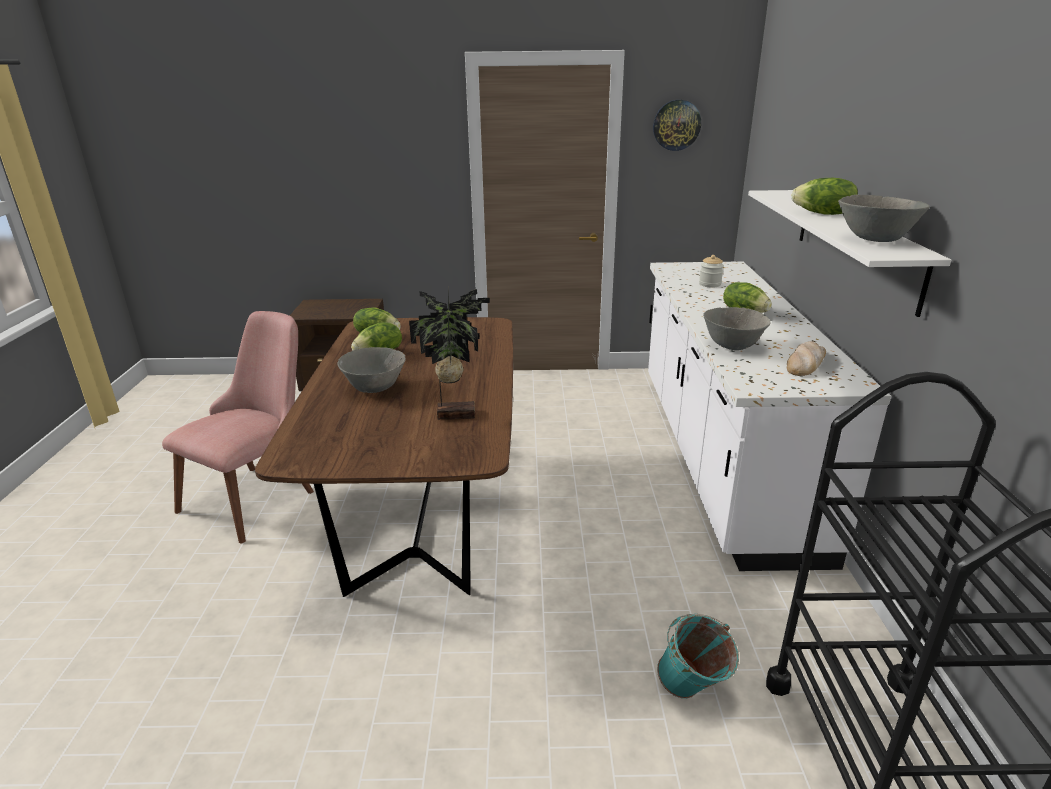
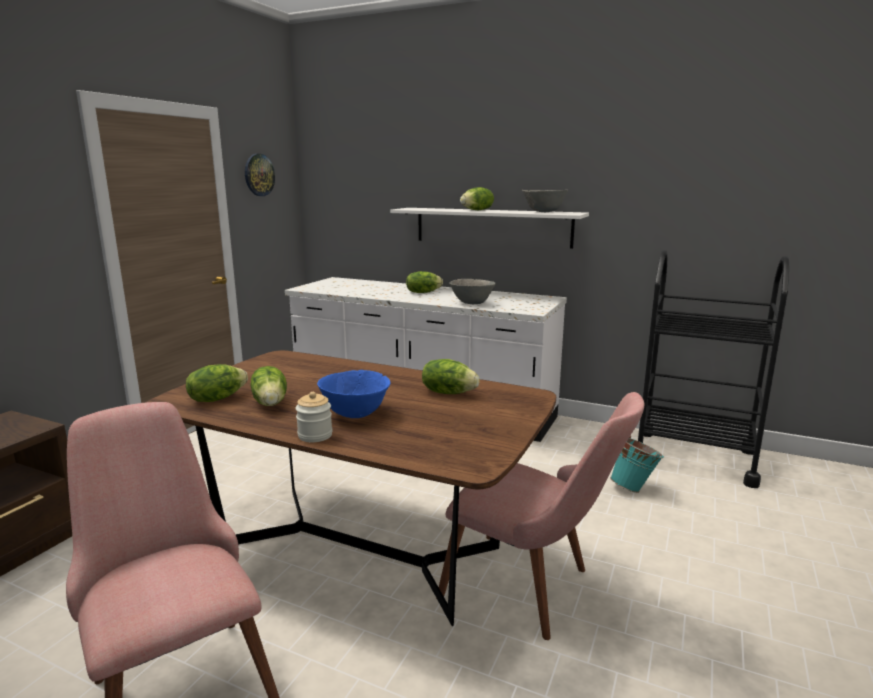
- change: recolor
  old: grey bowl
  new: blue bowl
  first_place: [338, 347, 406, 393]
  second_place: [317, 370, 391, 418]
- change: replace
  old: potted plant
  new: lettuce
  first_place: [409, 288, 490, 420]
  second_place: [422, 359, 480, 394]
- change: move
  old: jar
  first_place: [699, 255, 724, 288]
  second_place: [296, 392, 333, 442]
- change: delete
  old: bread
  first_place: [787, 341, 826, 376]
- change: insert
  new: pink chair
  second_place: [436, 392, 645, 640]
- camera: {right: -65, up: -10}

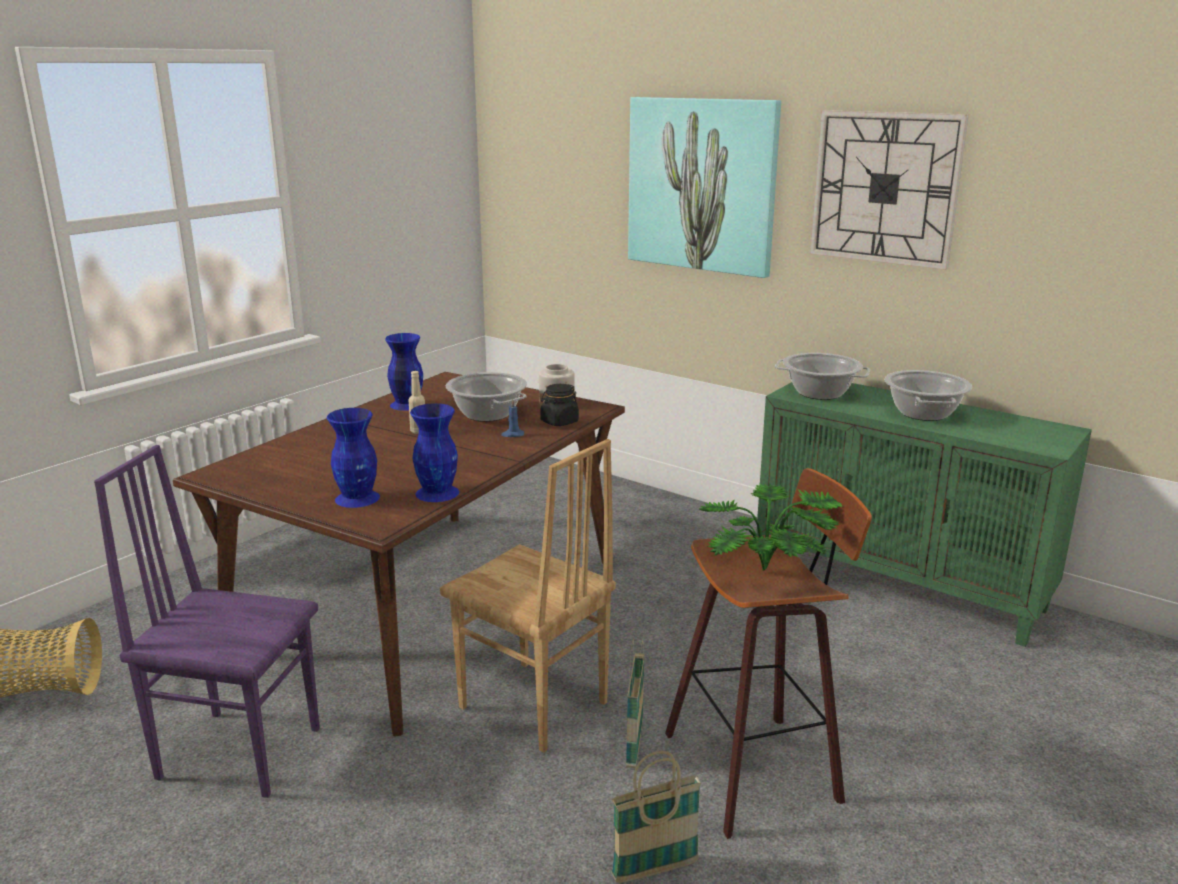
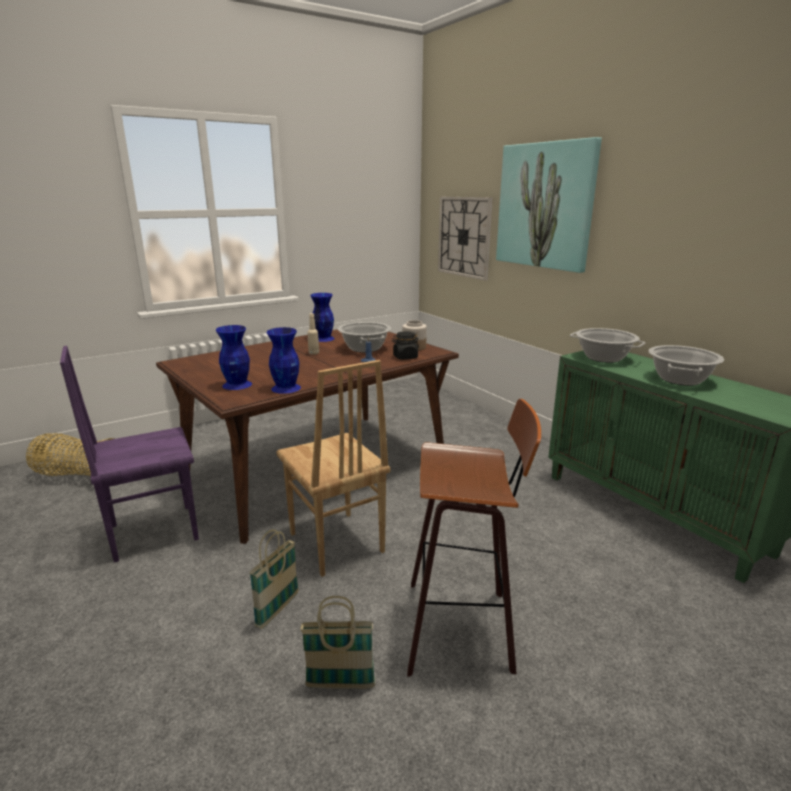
- change: rotate
  old: purple chair
  first_place: [94, 445, 320, 798]
  second_place: [60, 346, 199, 563]
  degrees: -60
- change: move
  old: basket
  first_place: [626, 640, 645, 768]
  second_place: [249, 529, 299, 629]
- change: delete
  old: potted plant
  first_place: [699, 484, 842, 570]
- change: move
  old: wall clock
  first_place: [810, 110, 969, 270]
  second_place: [438, 197, 493, 281]
- camera: {right: 20, up: 0}

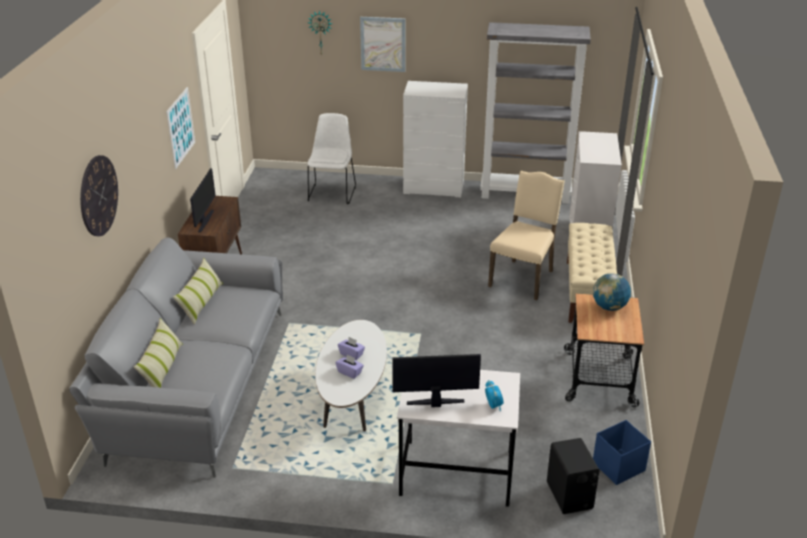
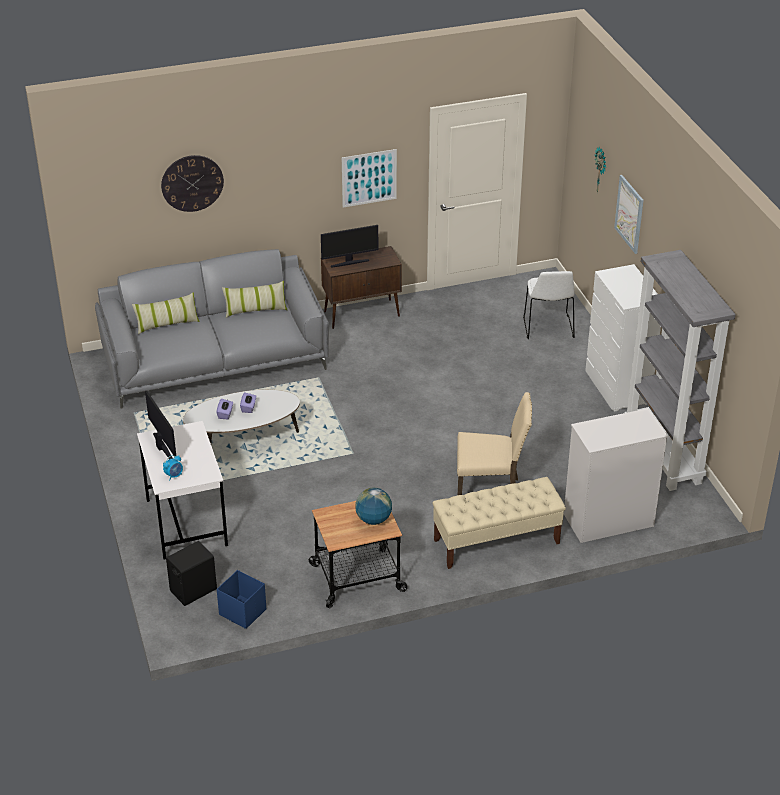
- change: rotate
  old: white chair
  first_place: [308, 113, 356, 204]
  second_place: [523, 271, 575, 339]
  degrees: 105
- camera: {right: 65, up: 5}

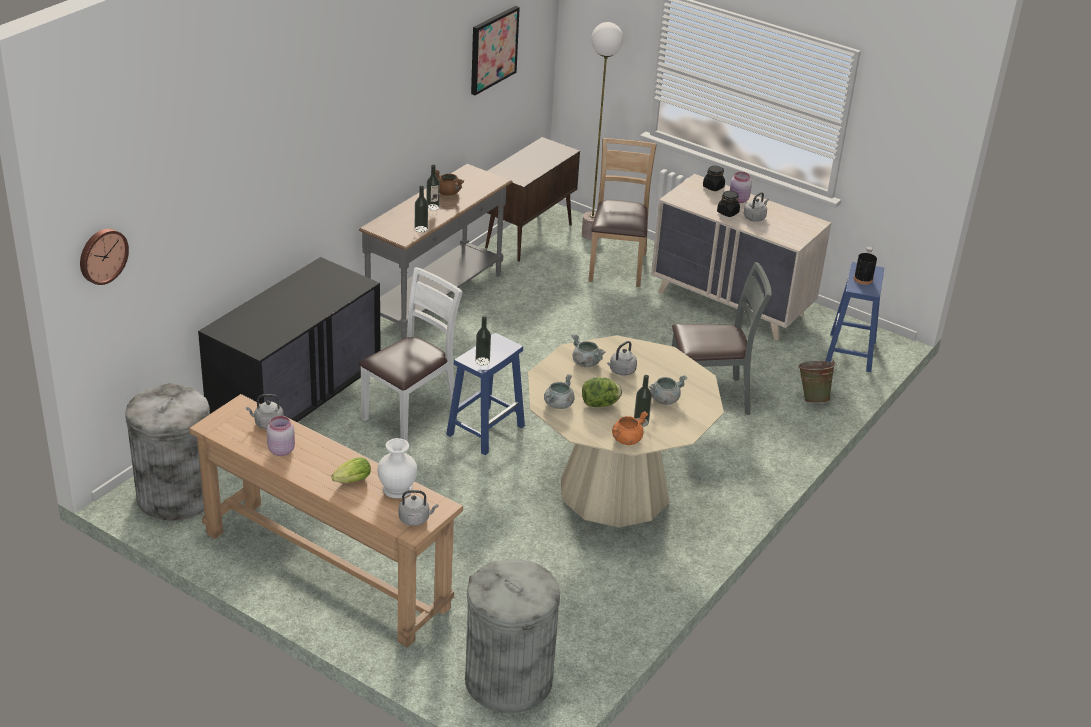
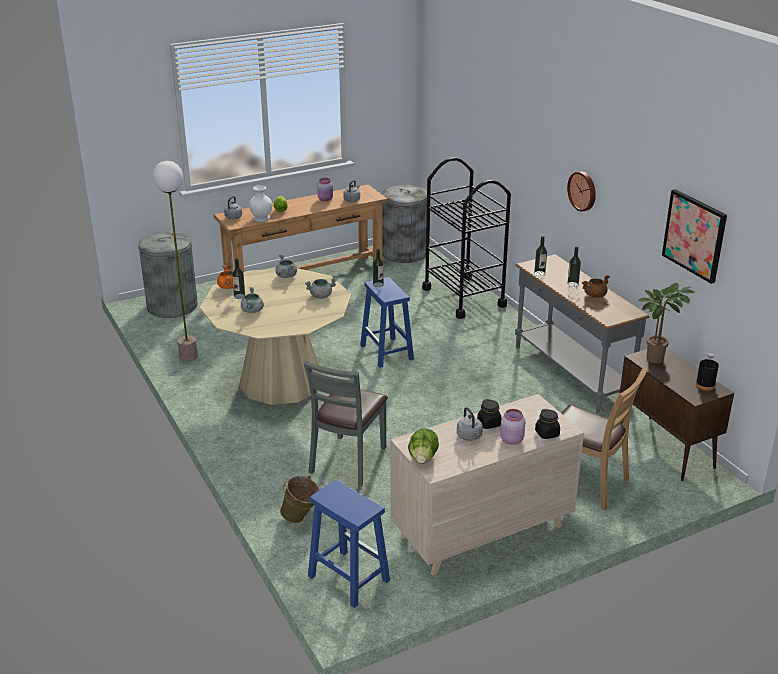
- change: move
  old: wall clock
  first_place: [80, 229, 129, 285]
  second_place: [567, 171, 596, 212]
- change: replace
  old: black dresser
  new: black cart
  first_place: [198, 257, 381, 422]
  second_place: [422, 158, 511, 319]
- change: delete
  old: white chair
  first_place: [359, 267, 463, 442]
- change: move
  old: floor lamp
  first_place: [582, 22, 623, 240]
  second_place: [153, 161, 198, 361]
- change: move
  old: lettuce
  first_place: [582, 377, 622, 407]
  second_place: [408, 428, 439, 464]
- change: delete
  old: grey kettle
  first_place: [607, 341, 637, 376]
- change: move
  old: black bottle
  first_place: [854, 247, 877, 285]
  second_place: [696, 353, 719, 391]
- change: insert
  new: potted plant
  second_place: [638, 283, 695, 363]
- camera: {right: 120, up: -5}

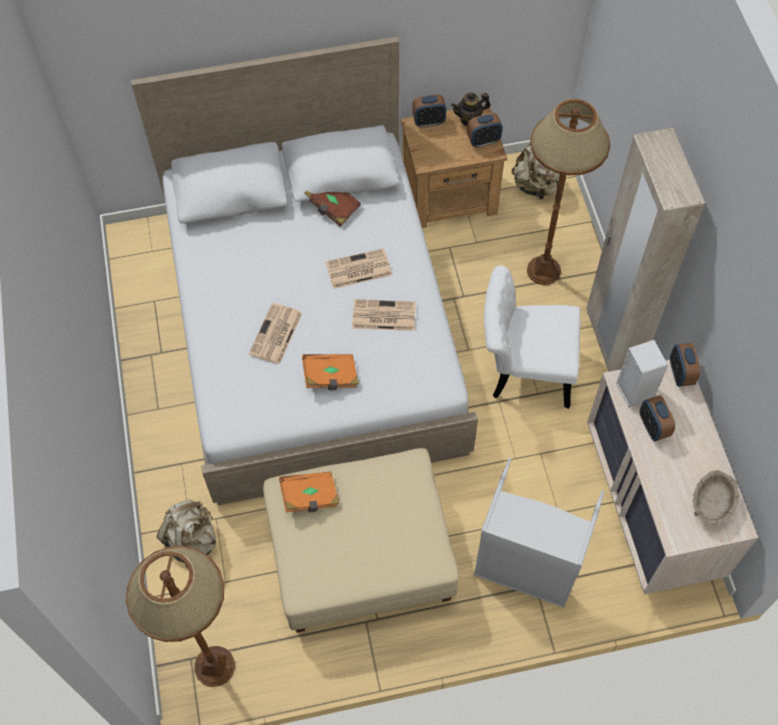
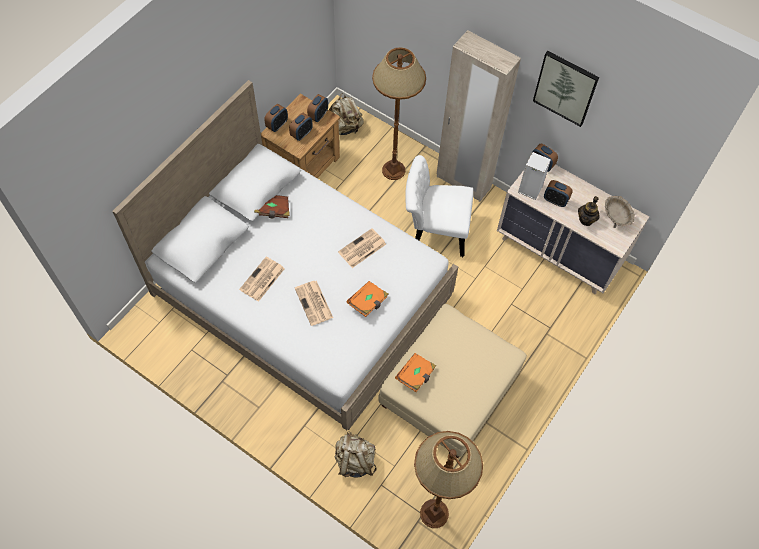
- change: move
  old: newspaper
  first_place: [326, 248, 392, 289]
  second_place: [239, 257, 285, 302]
- change: move
  old: teapot
  first_place: [451, 93, 491, 126]
  second_place: [578, 196, 600, 226]
- change: delete
  old: grey laundry basket
  first_place: [474, 458, 604, 608]
- change: rotate
  old: white chair
  first_place: [484, 265, 581, 409]
  second_place: [405, 155, 473, 257]
  degrees: 45
- change: insert
  new: alarm clock
  second_place: [289, 113, 313, 141]
- change: insert
  new: picture
  second_place: [533, 51, 599, 127]
- camera: {right: -45, up: 0}

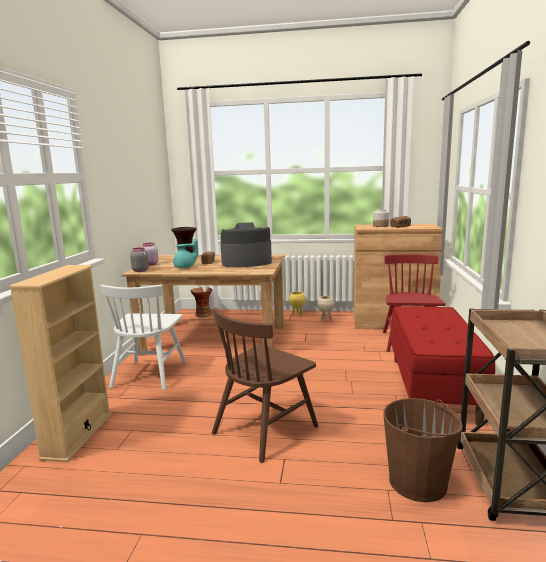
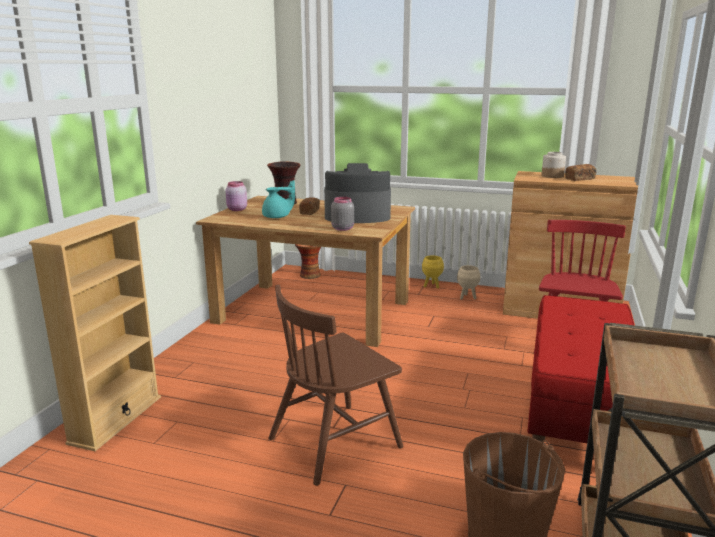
- change: delete
  old: white chair
  first_place: [100, 285, 186, 390]
- change: move
  old: grey jar
  first_place: [130, 247, 149, 272]
  second_place: [331, 197, 354, 231]
- camera: {right: 10, up: 5}

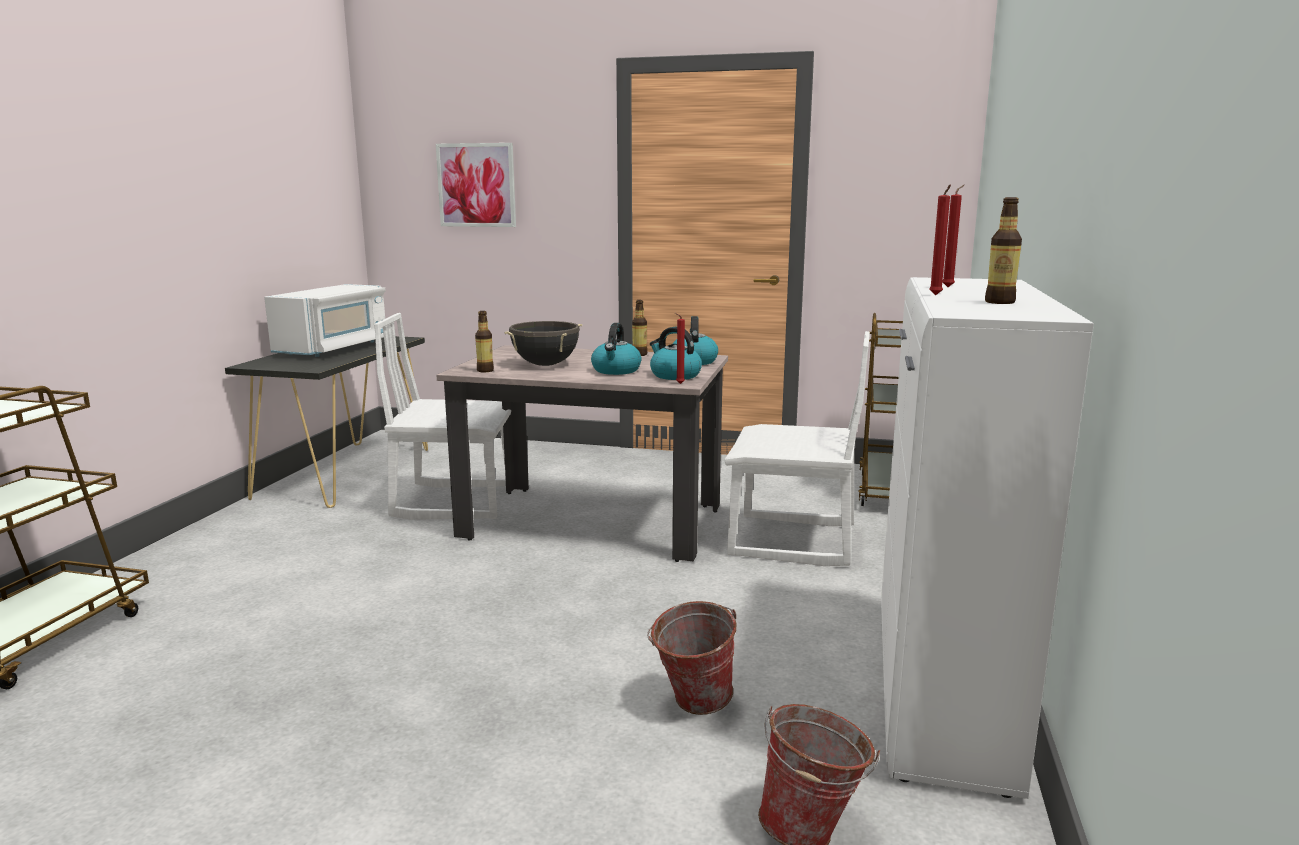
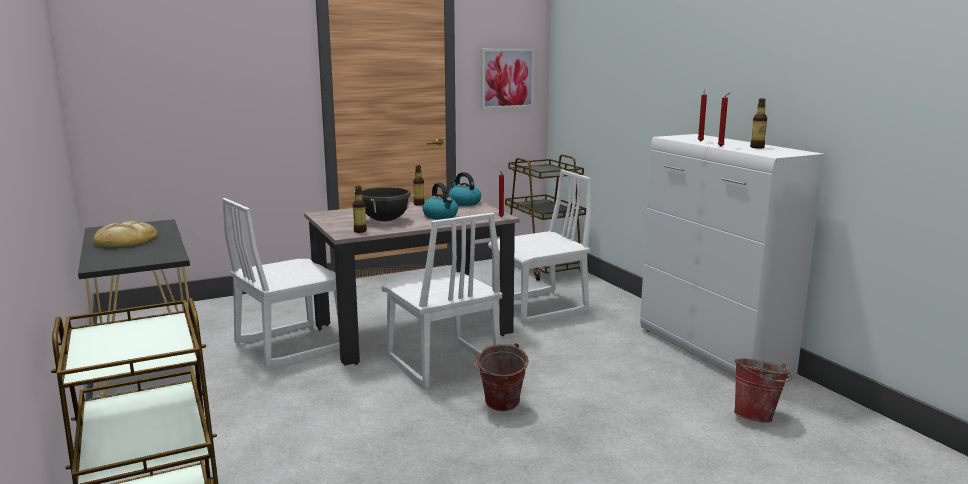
- change: replace
  old: white microwave
  new: bread
  first_place: [264, 284, 385, 357]
  second_place: [93, 221, 157, 247]
- change: move
  old: picture
  first_place: [436, 143, 516, 227]
  second_place: [481, 49, 535, 109]
- change: move
  old: bucket
  first_place: [647, 601, 736, 715]
  second_place: [474, 343, 529, 411]
- change: delete
  old: kettle
  first_place: [650, 327, 702, 380]
- change: insert
  new: white chair
  second_place: [381, 213, 502, 390]
- camera: {right: -40, up: 0}

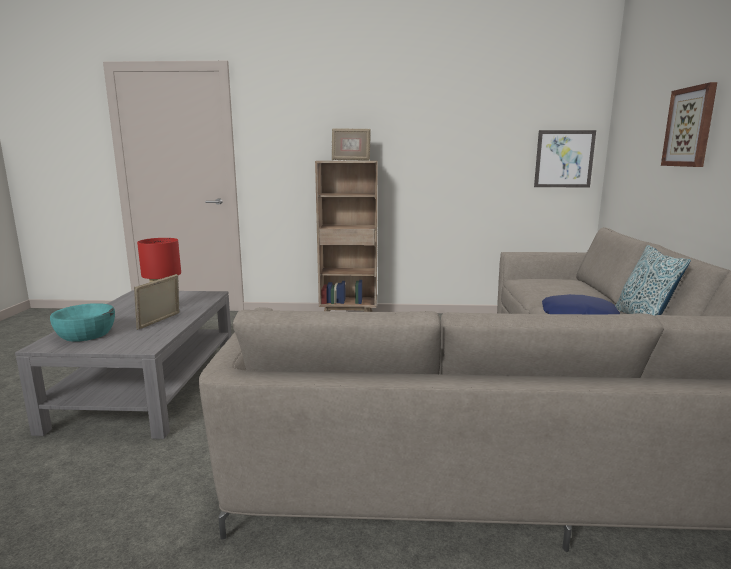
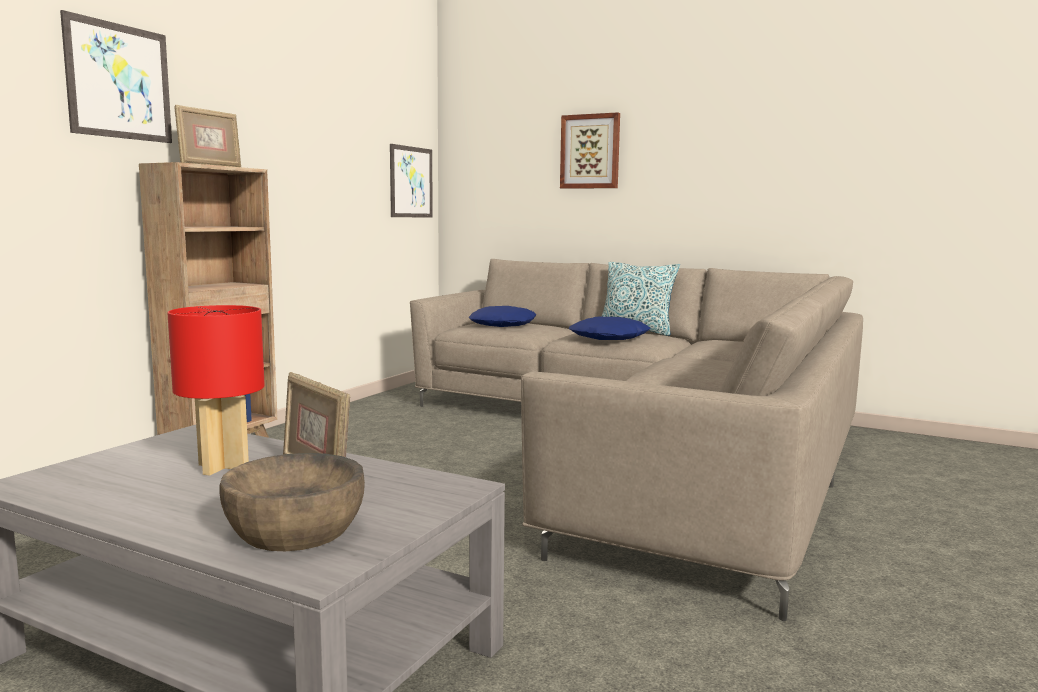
- change: recolor
  old: turquoise bowl
  new: brown bowl
  first_place: [50, 303, 115, 342]
  second_place: [219, 453, 365, 551]
- change: insert
  new: picture
  second_place: [60, 10, 172, 143]
- change: insert
  new: blue pillow
  second_place: [468, 306, 537, 327]
- camera: {right: -65, up: -5}

